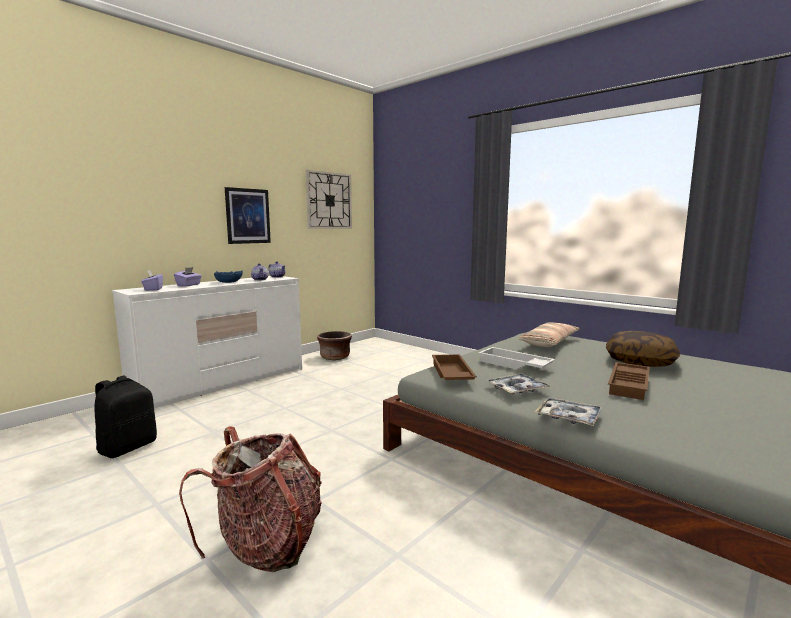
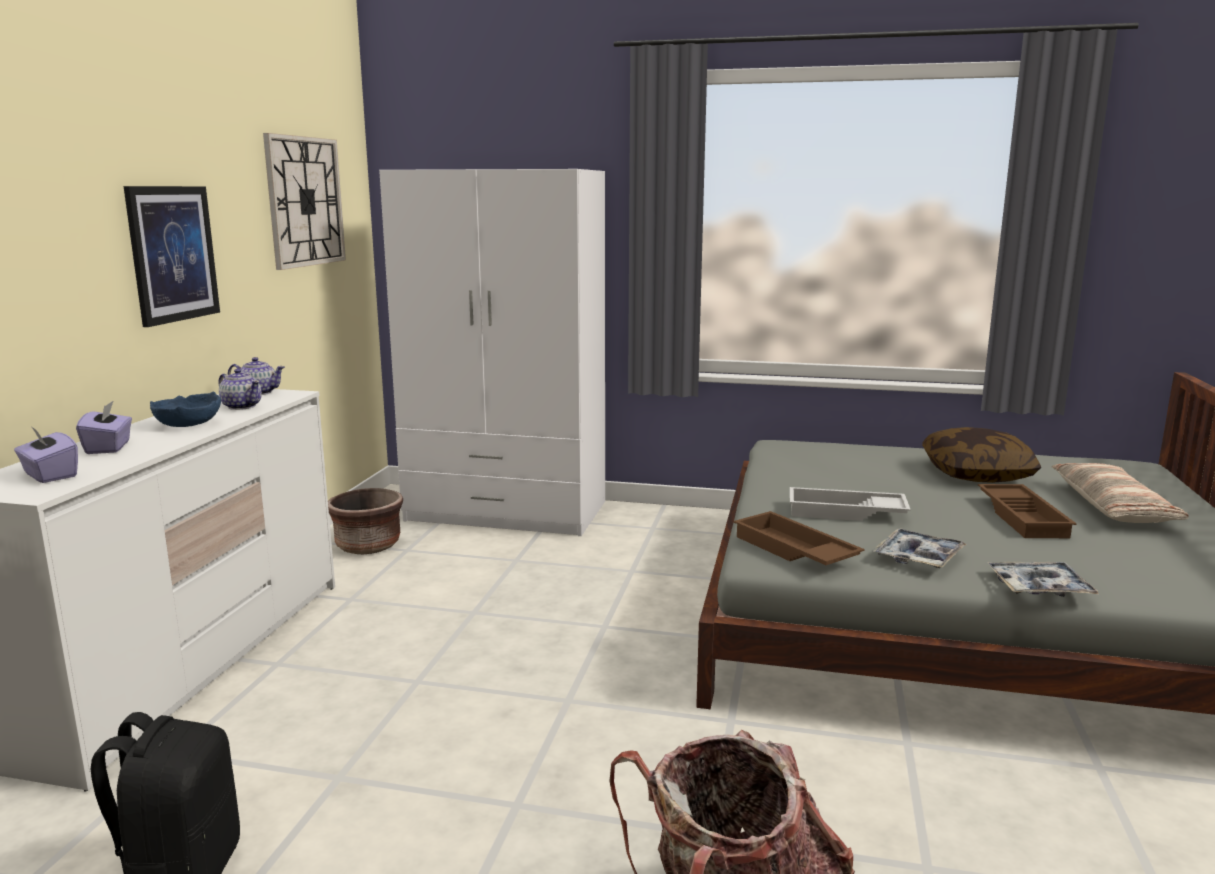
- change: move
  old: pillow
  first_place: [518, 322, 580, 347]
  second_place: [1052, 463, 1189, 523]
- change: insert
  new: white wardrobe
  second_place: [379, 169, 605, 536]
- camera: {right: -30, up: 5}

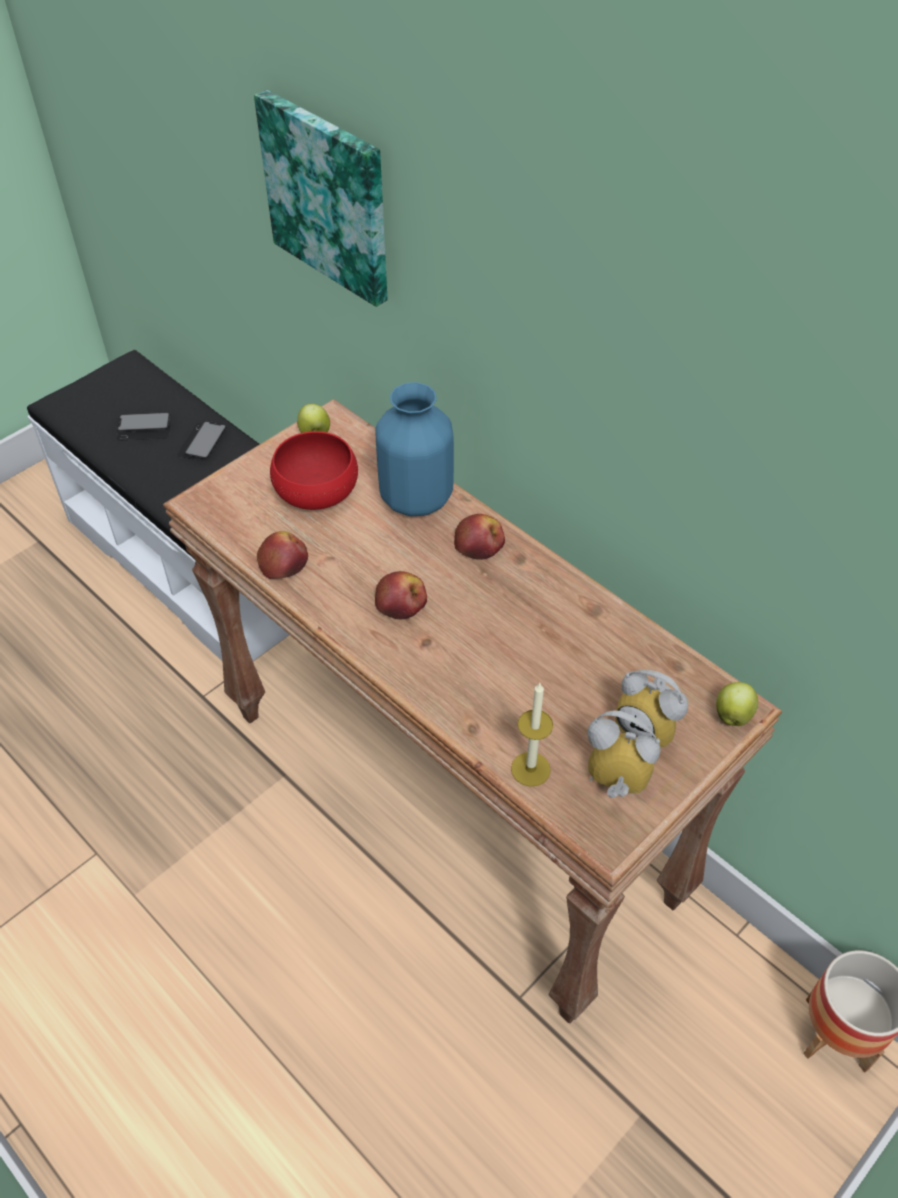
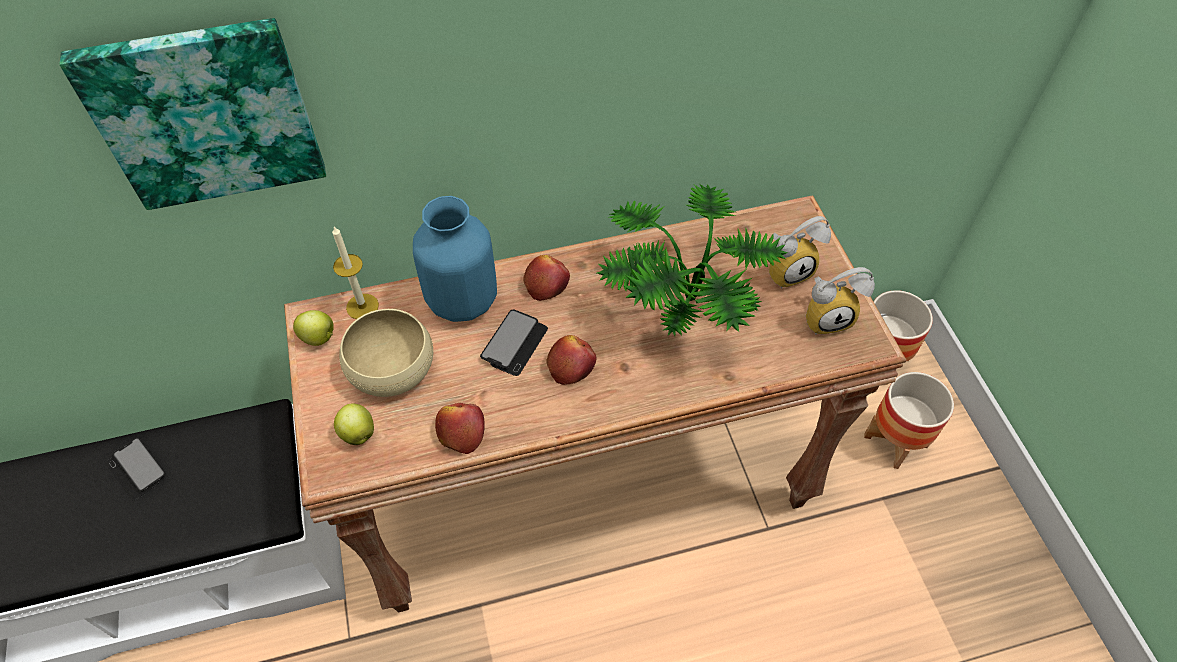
- change: move
  old: phone
  first_place: [117, 412, 170, 441]
  second_place: [480, 310, 548, 376]
- change: recolor
  old: red bowl
  new: beige bowl
  first_place: [270, 431, 358, 510]
  second_place: [339, 309, 433, 397]
- change: move
  old: candle
  first_place: [511, 683, 553, 787]
  second_place: [332, 227, 379, 319]
- change: rotate
  old: alarm clock
  first_place: [587, 710, 661, 798]
  second_place: [806, 267, 875, 335]
  degrees: -150
- change: move
  old: apple
  first_place: [716, 682, 758, 726]
  second_place: [334, 403, 374, 445]
- change: insert
  new: potted plant
  second_place: [597, 184, 788, 336]
- change: insert
  new: planter
  second_place: [864, 372, 954, 469]
- camera: {right: -60, up: 5}

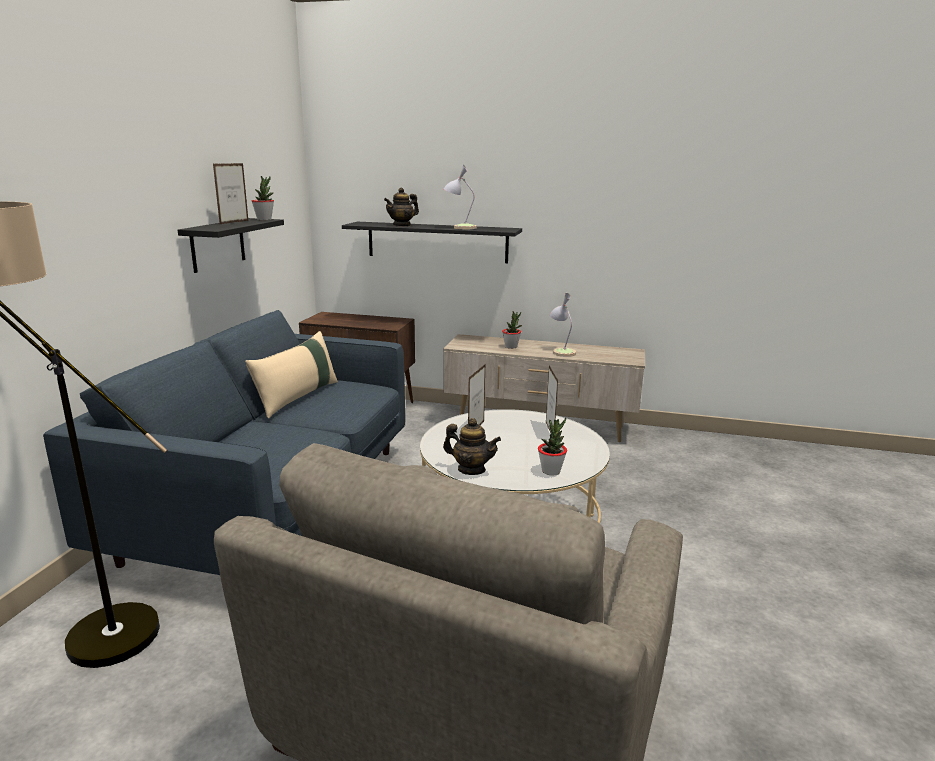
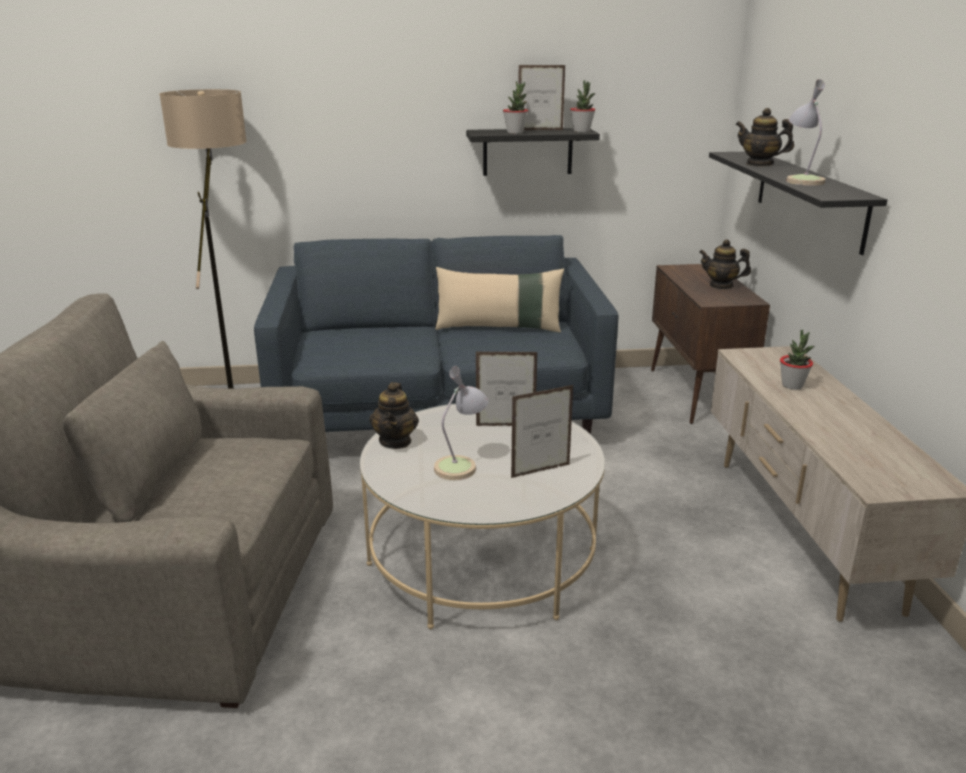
- change: move
  old: potted plant
  first_place: [538, 418, 567, 475]
  second_place: [503, 81, 528, 134]
- change: move
  old: table lamp
  first_place: [550, 293, 576, 357]
  second_place: [434, 366, 489, 480]
- change: insert
  new: teapot
  second_place: [699, 239, 751, 289]
- camera: {right: 70, up: 5}

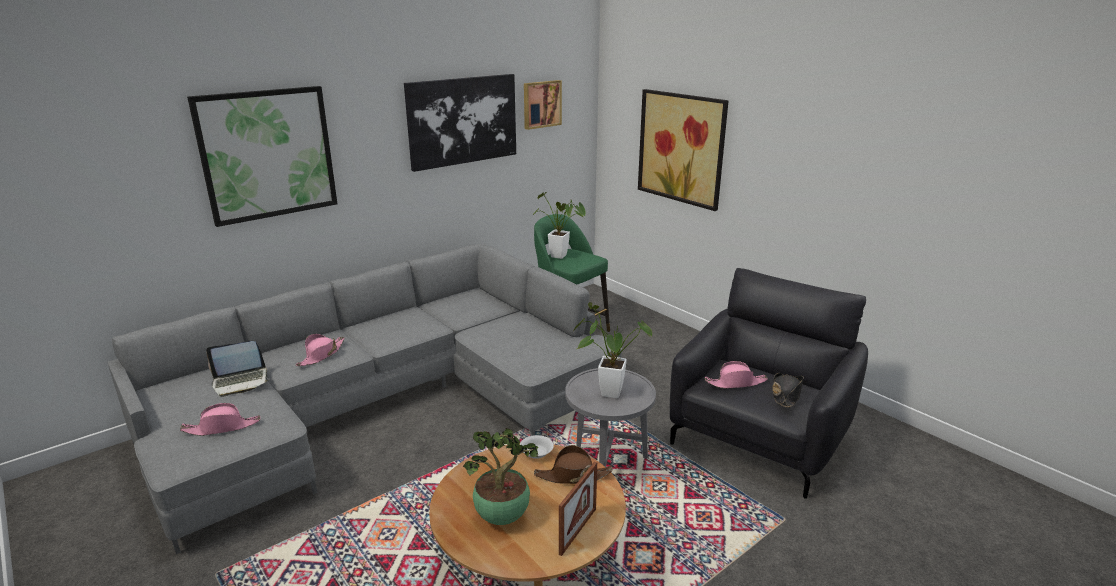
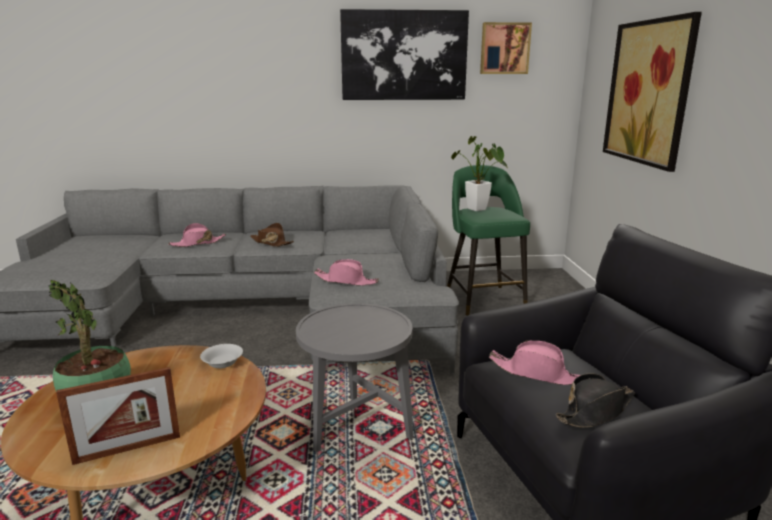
- change: move
  old: pink hat
  first_place: [180, 403, 260, 436]
  second_place: [314, 259, 379, 286]
- change: delete
  old: picture
  first_place: [187, 86, 337, 227]
- change: delete
  old: laptop
  first_place: [206, 341, 270, 397]
- change: move
  old: brown hat
  first_place: [534, 445, 613, 484]
  second_place: [251, 223, 294, 247]
- change: delete
  old: potted plant
  first_place: [574, 302, 652, 398]
- camera: {right: 35, up: -5}

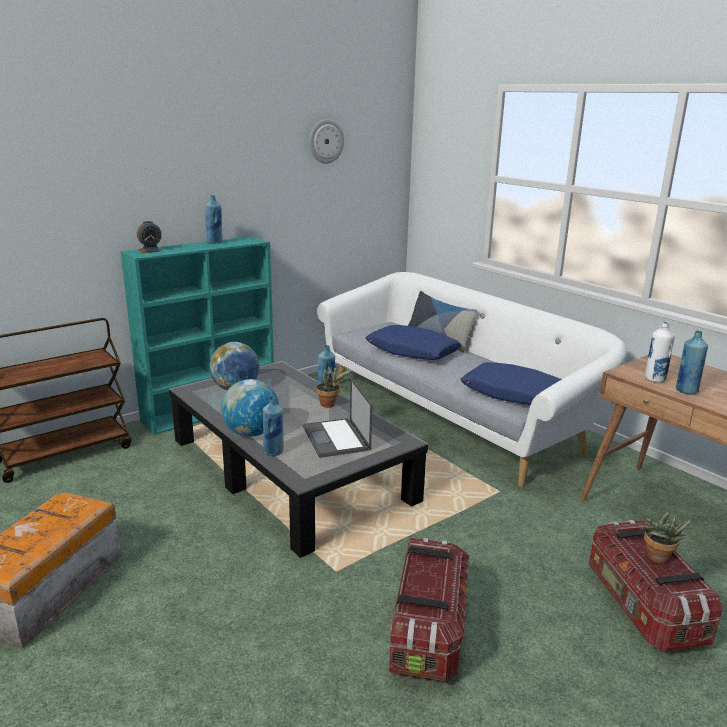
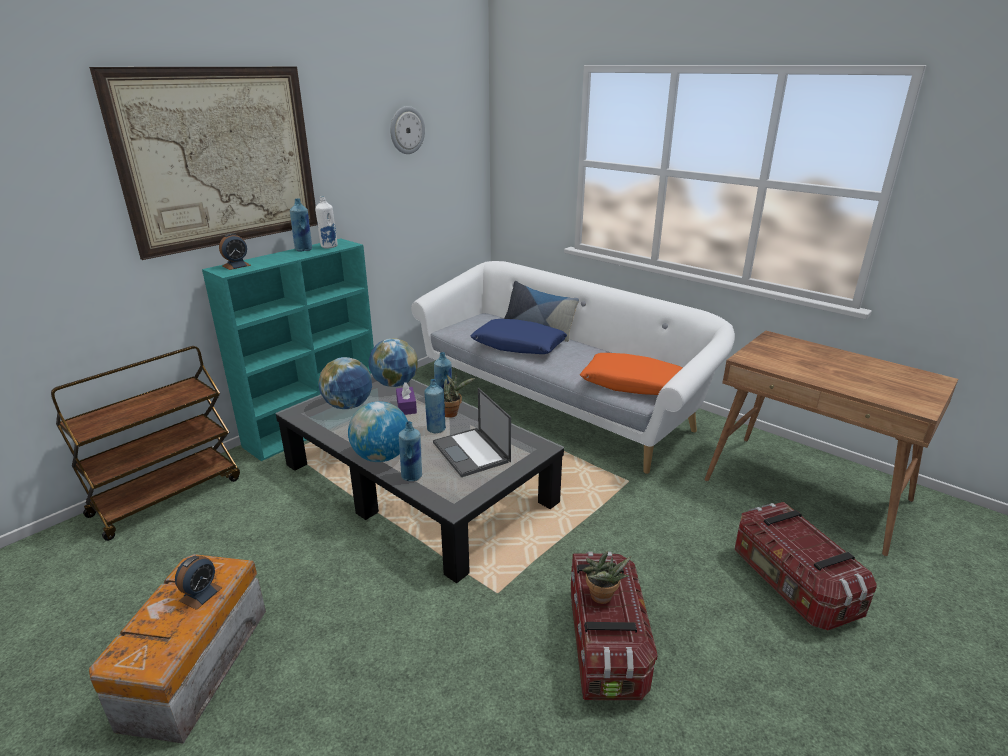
- change: recolor
  old: blue pillow
  new: orange pillow
  first_place: [460, 362, 562, 405]
  second_place: [580, 353, 682, 395]
- change: move
  old: potted plant
  first_place: [642, 512, 692, 563]
  second_place: [582, 551, 631, 604]
- change: move
  old: white bottle
  first_place: [645, 322, 675, 383]
  second_place: [315, 196, 338, 248]
- change: move
  old: blue bottle
  first_place: [676, 331, 708, 395]
  second_place: [424, 379, 446, 433]
- change: insert
  new: picture
  second_place: [89, 67, 318, 260]
- change: insert
  new: alarm clock
  second_place: [175, 555, 223, 610]
- change: insert
  new: globe
  second_place: [368, 338, 418, 387]
- change: insert
  new: purple tissue box
  second_place: [396, 382, 417, 415]
- camera: {right: -10, up: 5}

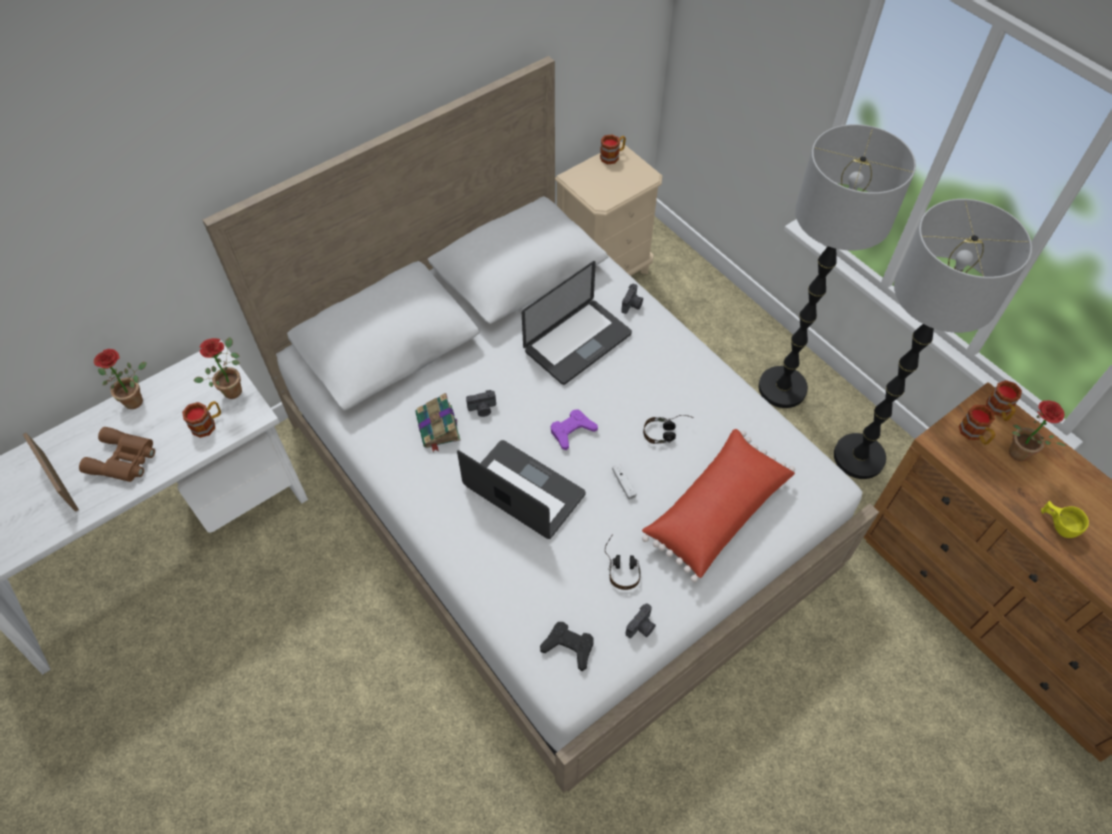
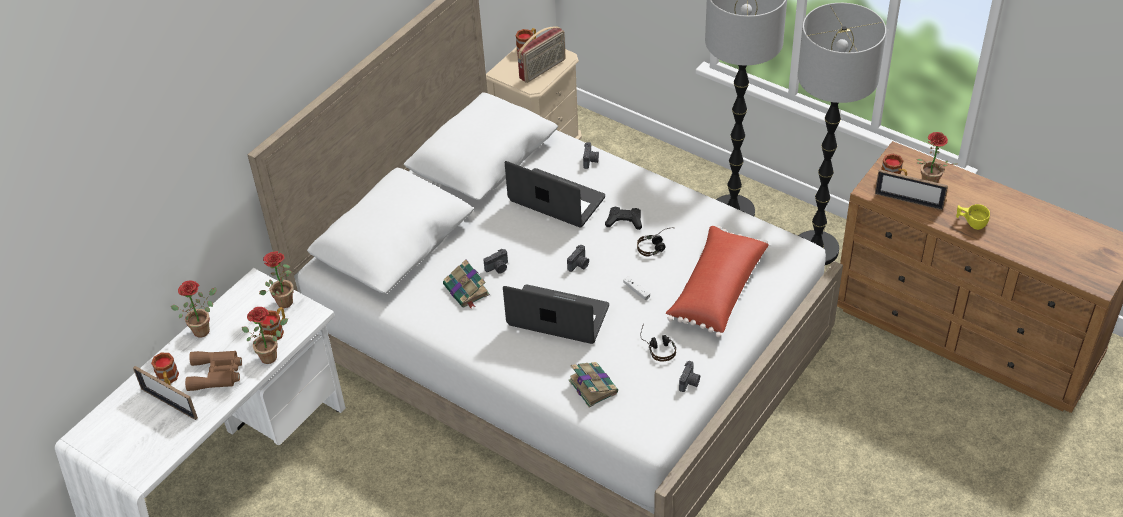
- change: rotate
  old: laptop
  first_place: [522, 261, 632, 385]
  second_place: [505, 161, 605, 227]
  degrees: -90
- change: move
  old: black game controller
  first_place: [540, 622, 594, 671]
  second_place: [605, 207, 642, 230]
- change: replace
  old: purple game controller
  new: photo camera
  first_place: [551, 409, 598, 450]
  second_place: [567, 245, 589, 272]
- change: move
  old: mug
  first_place: [986, 380, 1022, 421]
  second_place: [151, 352, 179, 385]
- change: insert
  new: potted plant
  second_place: [242, 307, 288, 364]
- change: insert
  new: radio
  second_place: [517, 26, 566, 83]
- change: insert
  new: book
  second_place: [569, 362, 618, 407]
- change: insert
  new: picture frame
  second_place: [875, 169, 948, 210]
- camera: {right: -15, up: -10}

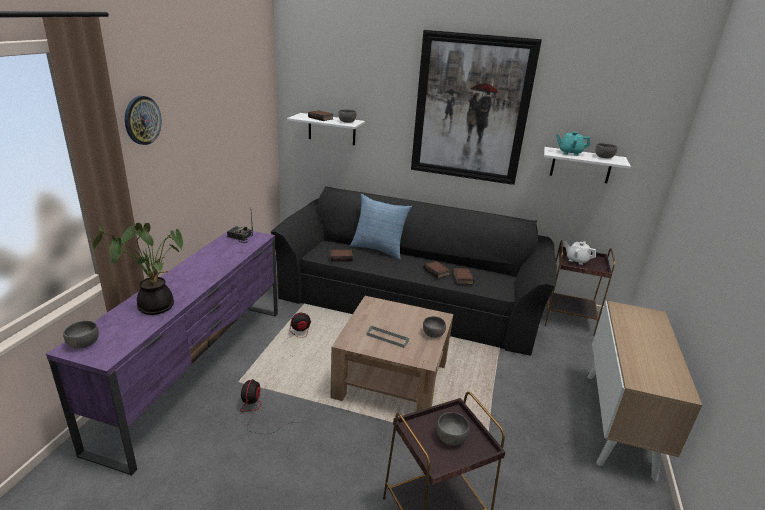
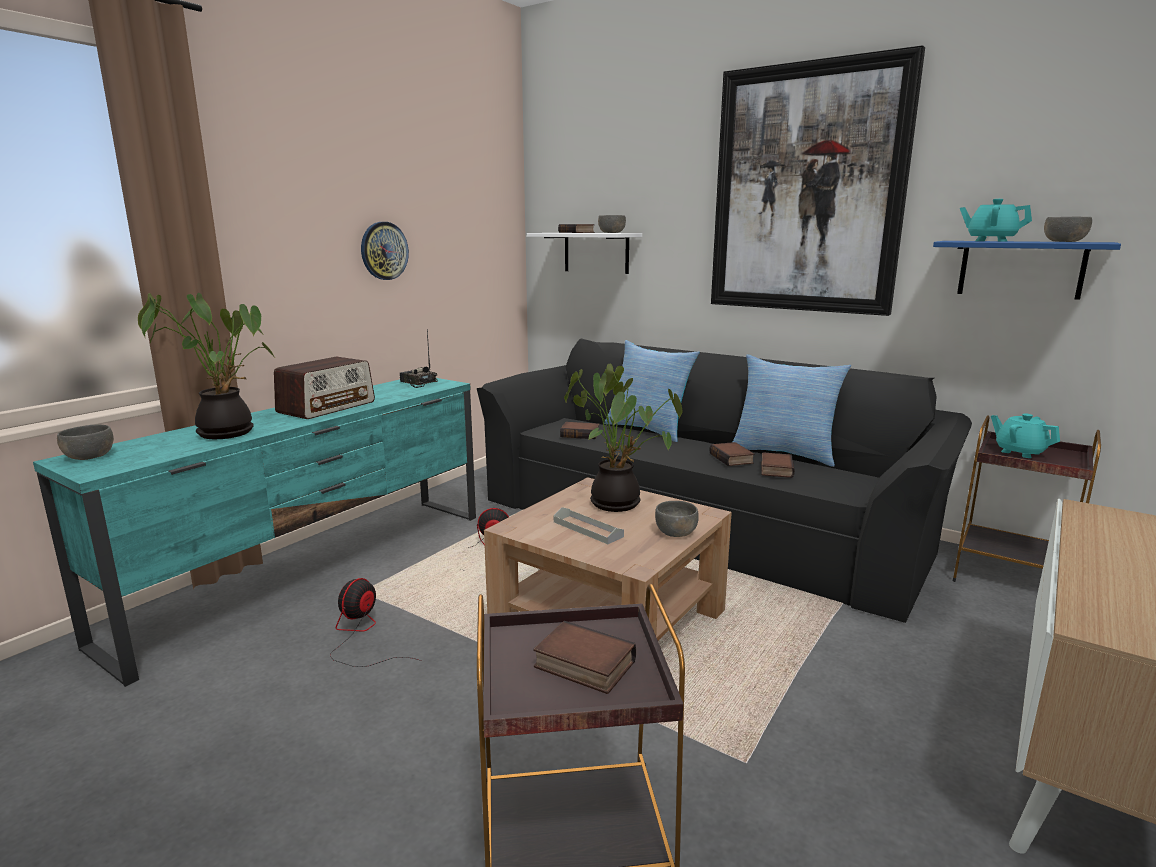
- change: recolor
  old: purple tv stand
  new: turquoise tv stand
  first_place: [46, 227, 278, 476]
  second_place: [33, 378, 476, 687]
- change: move
  old: wall clock
  first_place: [125, 96, 162, 145]
  second_place: [361, 222, 409, 280]
- change: replace
  old: grey bowl
  new: book
  first_place: [436, 412, 470, 446]
  second_place: [533, 621, 636, 694]
- change: recolor
  old: white shelf
  new: blue shelf
  first_place: [544, 147, 631, 183]
  second_place: [933, 241, 1121, 300]
- change: recolor
  old: white teapot
  new: turquoise teapot
  first_place: [564, 241, 596, 265]
  second_place: [991, 414, 1060, 458]
- change: insert
  new: radio
  second_place: [274, 356, 375, 419]
- change: insert
  new: potted plant
  second_place: [564, 363, 683, 512]
- change: insert
  new: pillow
  second_place: [733, 354, 851, 467]
- camera: {right: 20, up: -10}

